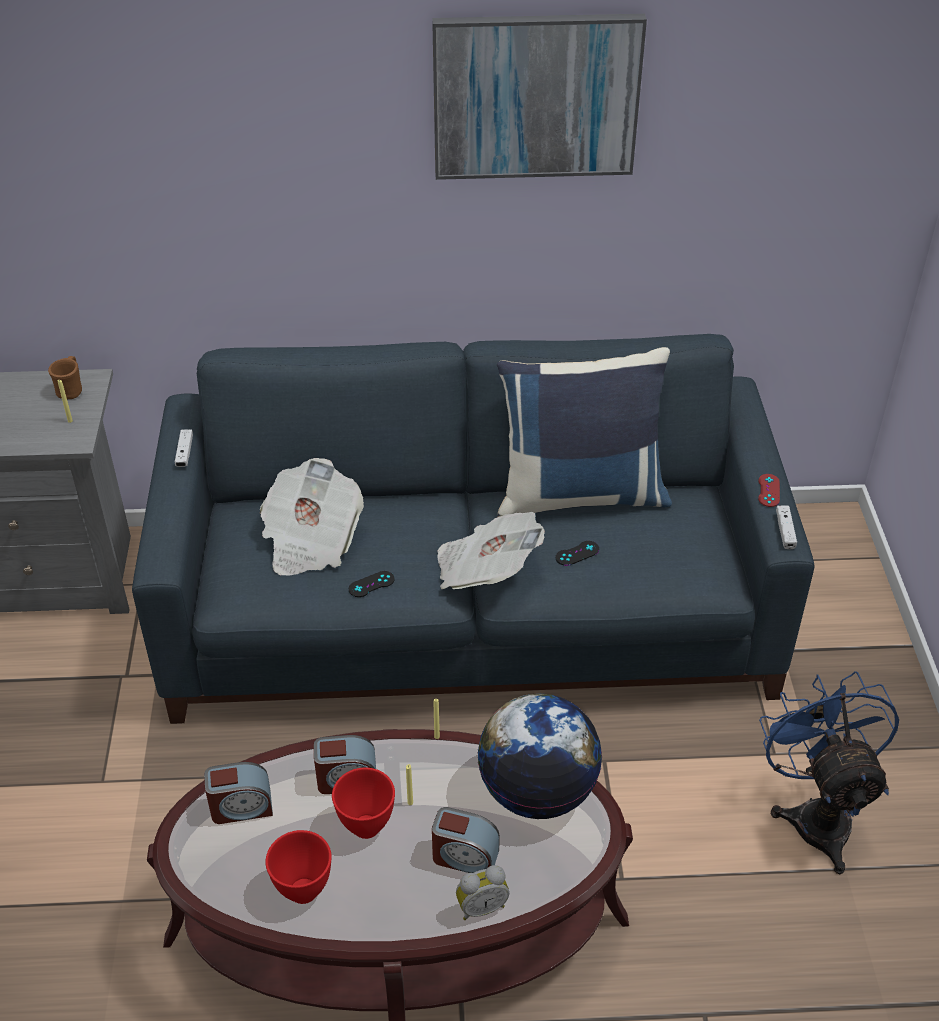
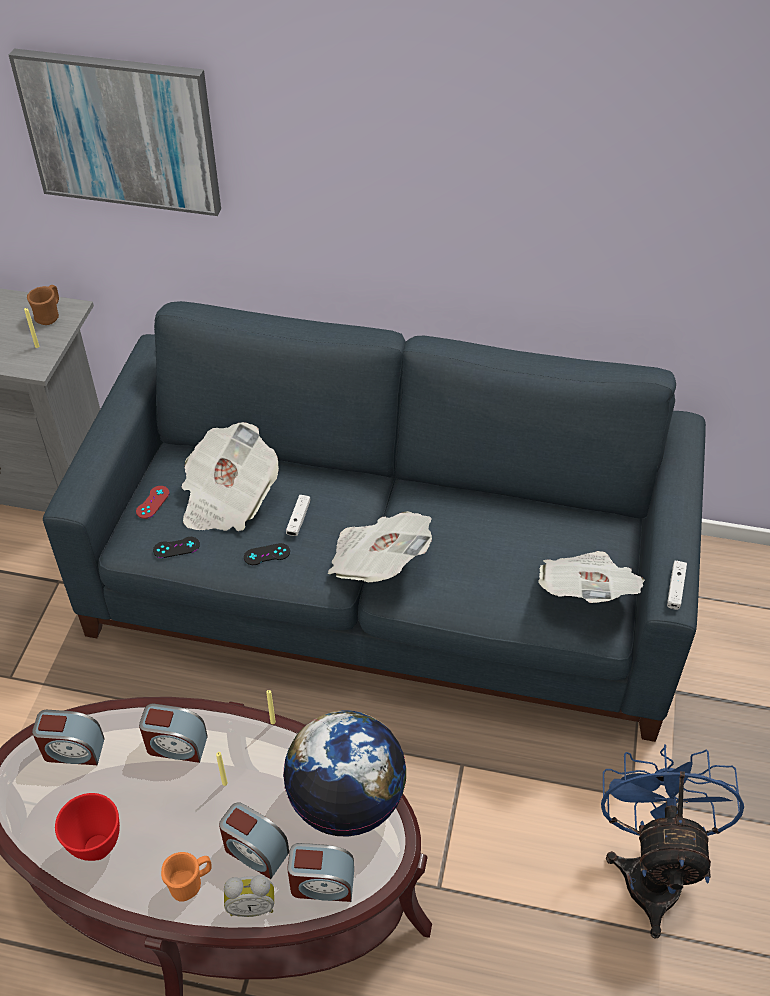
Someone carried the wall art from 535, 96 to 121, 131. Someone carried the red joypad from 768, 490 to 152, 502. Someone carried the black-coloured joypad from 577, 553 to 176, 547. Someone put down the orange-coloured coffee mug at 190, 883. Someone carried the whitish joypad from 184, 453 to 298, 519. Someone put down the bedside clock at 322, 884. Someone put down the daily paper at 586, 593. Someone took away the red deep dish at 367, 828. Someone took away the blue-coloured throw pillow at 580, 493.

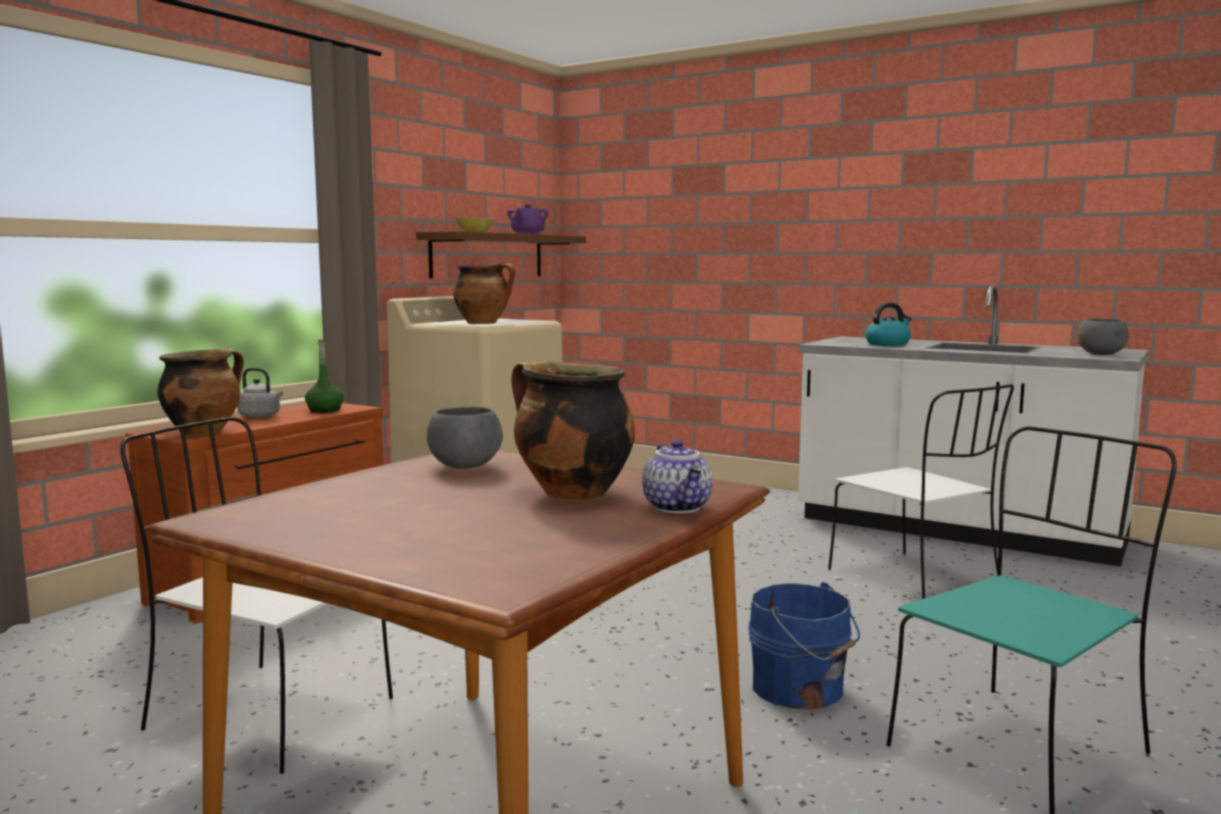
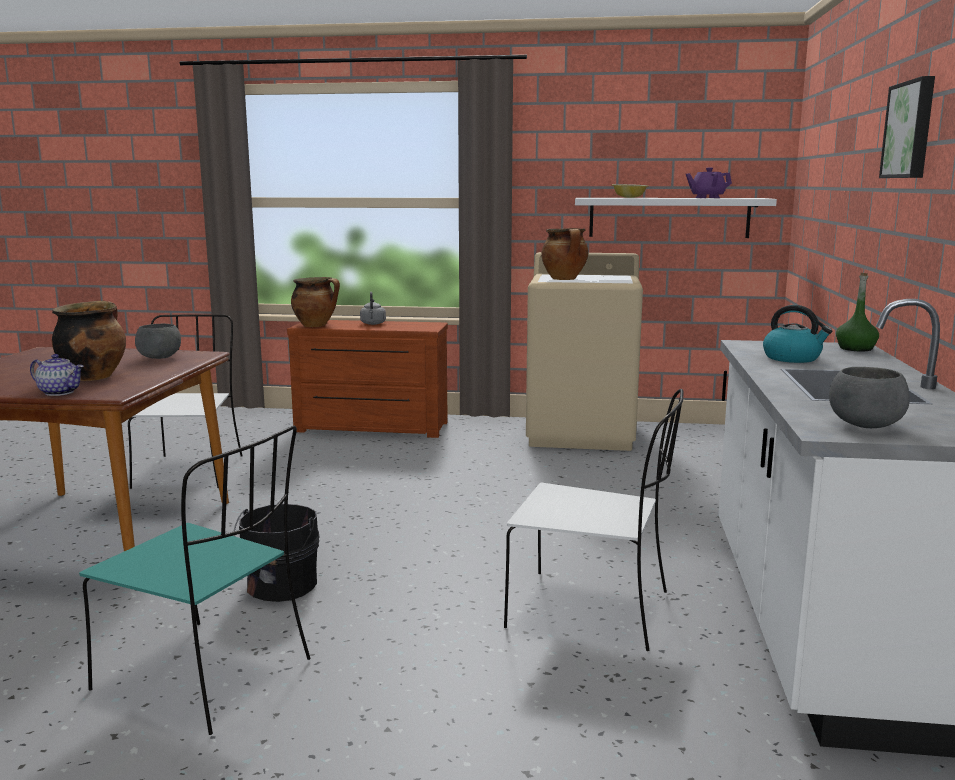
Someone rotated the tea pot at 679, 507 by 120 degrees counterclockwise. Someone repainted the blue-coloured bucket at 801, 690, which became the black-coloured bucket at 280, 586. Someone rotated the whitish upright chair at 916, 578 by 105 degrees counterclockwise. Someone repainted the brownish wall shelf at 488, 256, which became the whitish wall shelf at 669, 217. Someone carried the green-coloured drink bottle from 324, 410 to 855, 348. Someone put up the wall art at 911, 130.

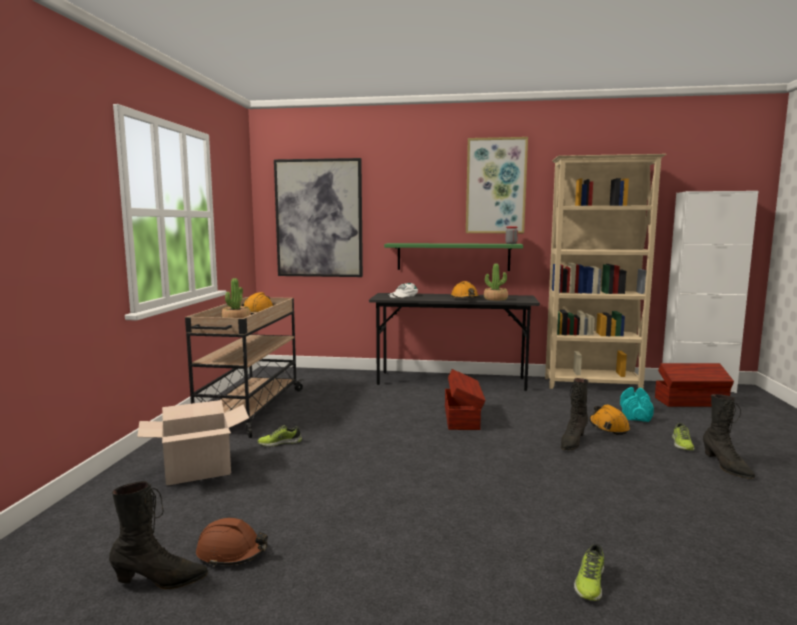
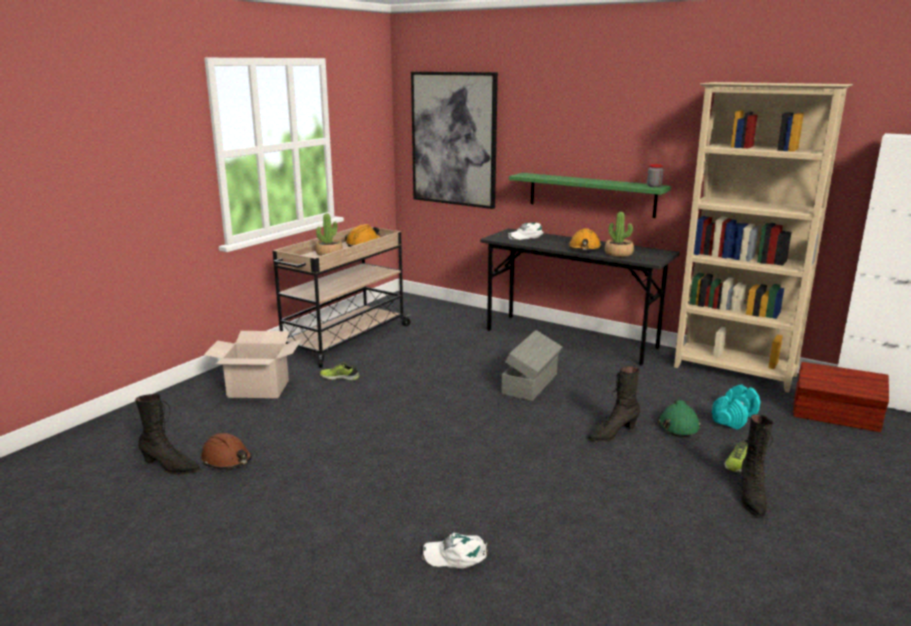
Someone swapped the item of footwear at 589, 582 for the whitish cap at 456, 555. Someone repainted the brownish storage container at 462, 417, which became the grey storage container at 531, 384. Someone repainted the orange-coloured work helmet at 608, 427, which became the green-coloured work helmet at 678, 426. Someone took away the wall art at 496, 186.

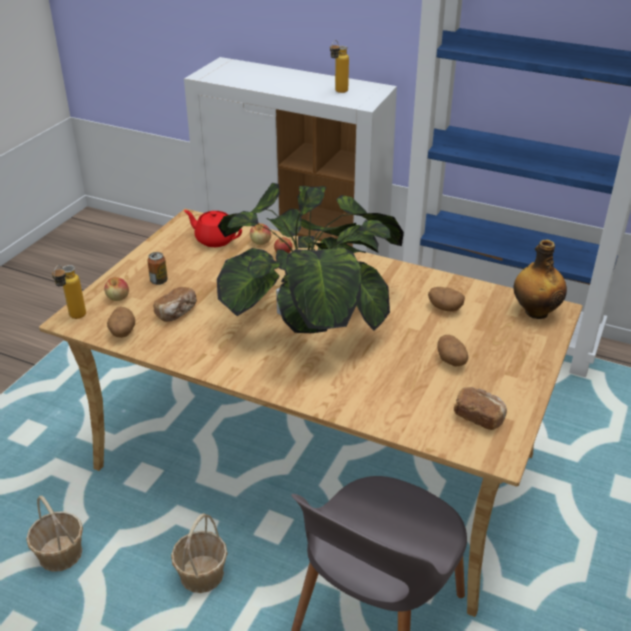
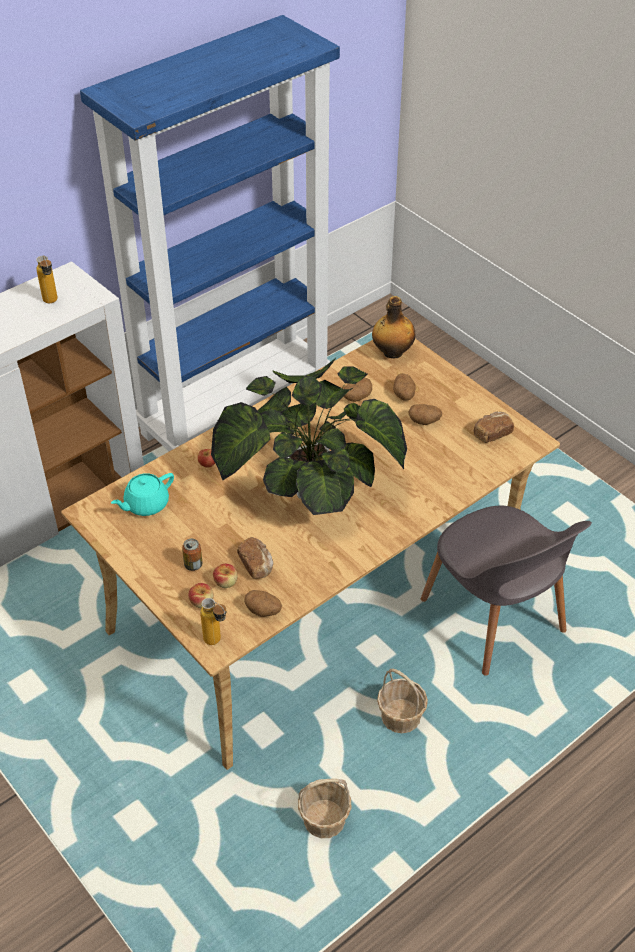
Someone repainted the red tea pot at 215, 240, which became the blue-green tea pot at 146, 504. Someone carried the apple fruit from 260, 242 to 226, 582. Someone put down the potato at 404, 395.

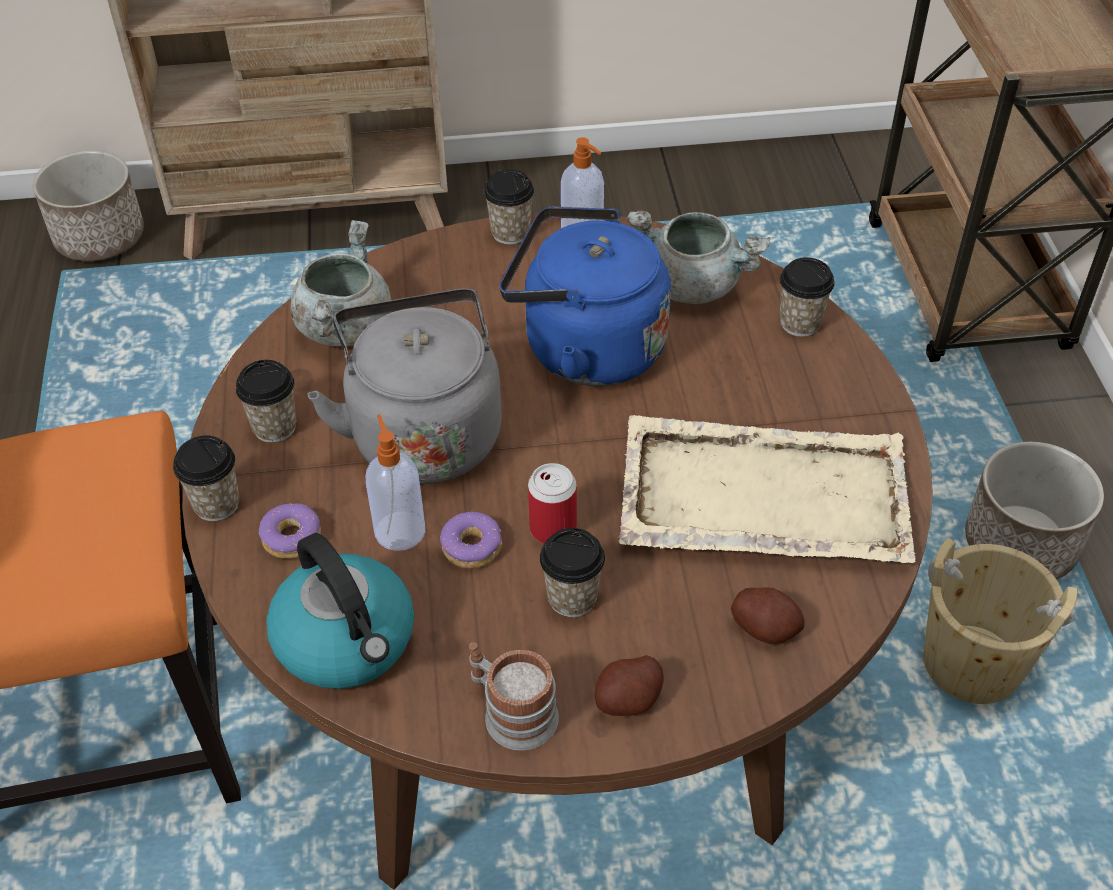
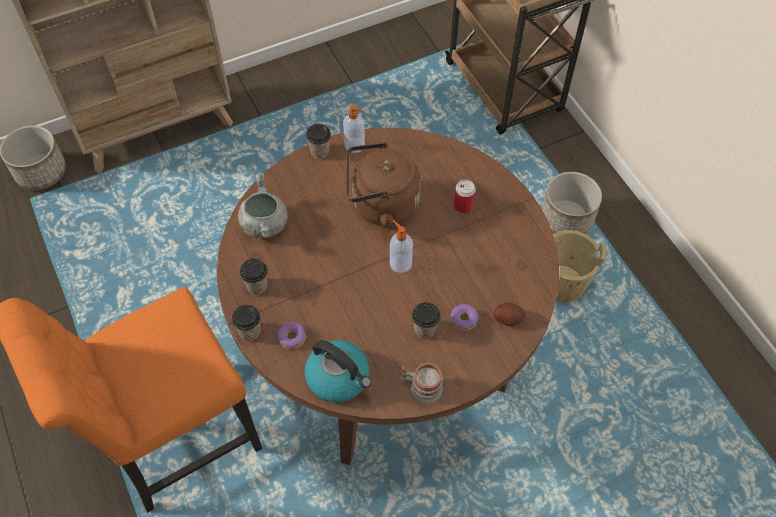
Someone repainted the blue-coloured tea kettle at 585, 348, which became the brownish tea kettle at 380, 205. Someone carried the soap bottle from 399, 530 to 400, 263. Someone carried the doughnut from 472, 547 to 464, 320. Someone carried the sealed can from 553, 528 to 463, 205. Someone took away the grey tea kettle at 423, 432. Someone took away the potato at 628, 699. Someone took away the beige-coloured carrying tray at 760, 496. Someone took away the grey stockpot at 694, 285. Someone took away the cup at 800, 323.

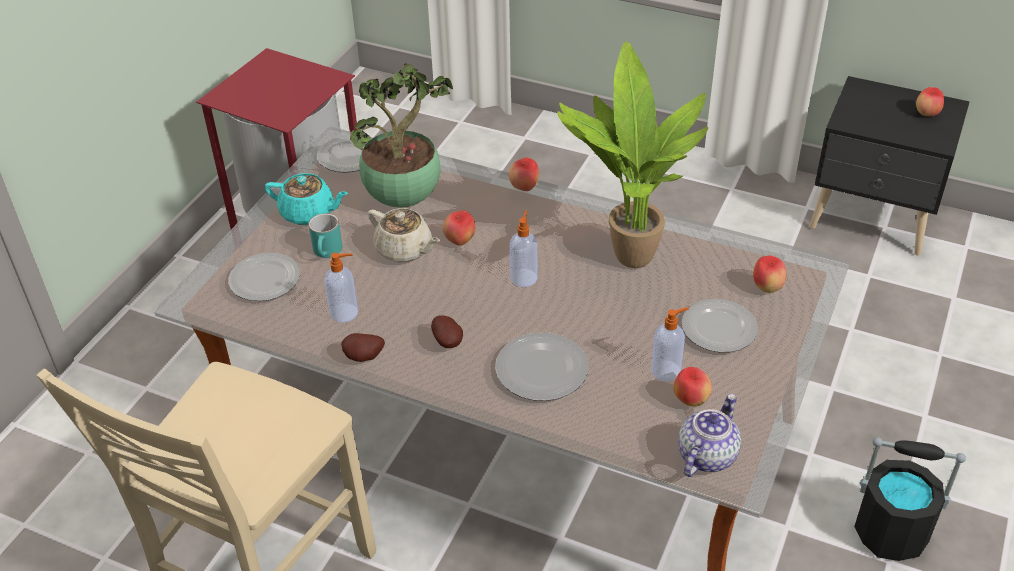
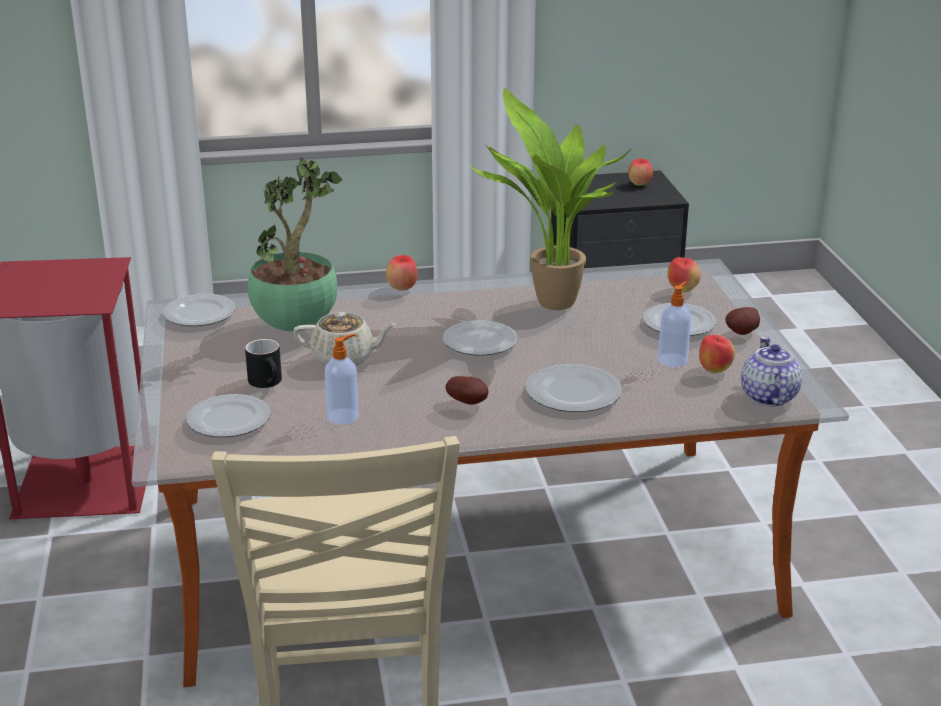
Someone repainted the blue-green coffee mug at 327, 252, which became the black-coloured coffee mug at 268, 382. Someone swapped the soap bottle at 524, 277 for the dinner plate at 479, 342. Someone carried the potato from 364, 358 to 743, 333. Someone took away the blue-green tea pot at 309, 213. Someone took away the apple fruit at 460, 241. Someone took away the black-coloured bucket at 891, 532.

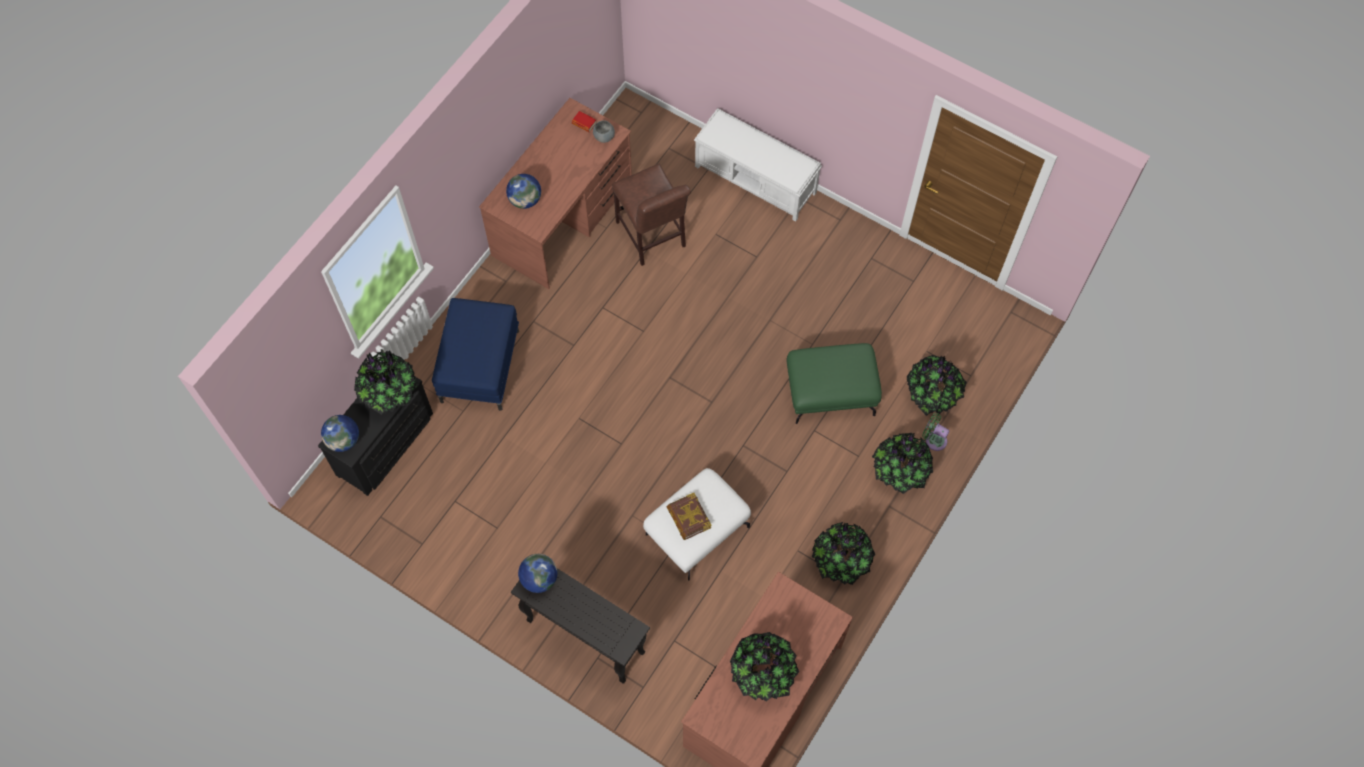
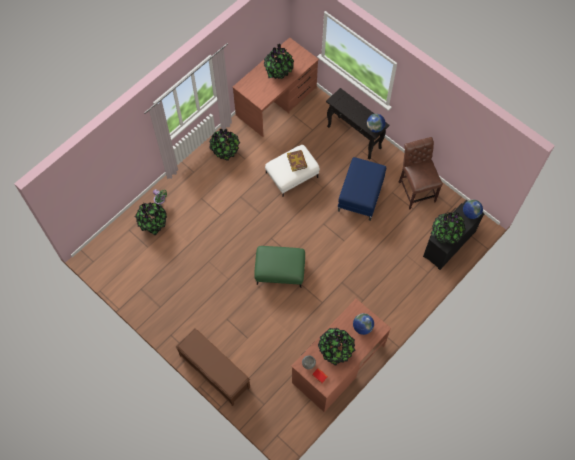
Someone repainted the whitish bench at 756, 180, which became the brownish bench at 214, 371. Someone carried the green-coloured footrest from 831, 390 to 279, 271. Someone carried the plant in a pot from 899, 472 to 335, 350. Someone carried the blue-coloured footrest from 479, 365 to 361, 195. Someone carried the brownish upright chair from 652, 237 to 416, 189.

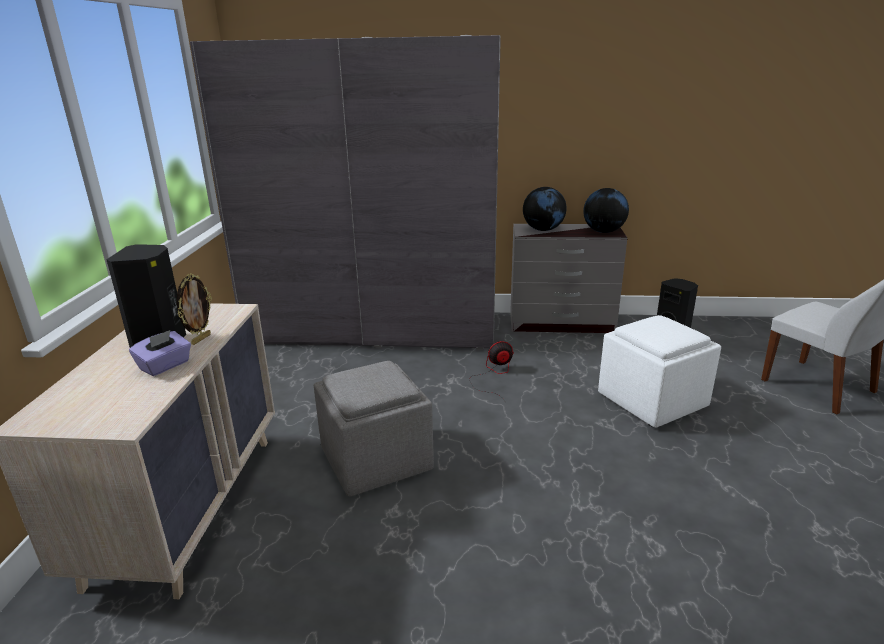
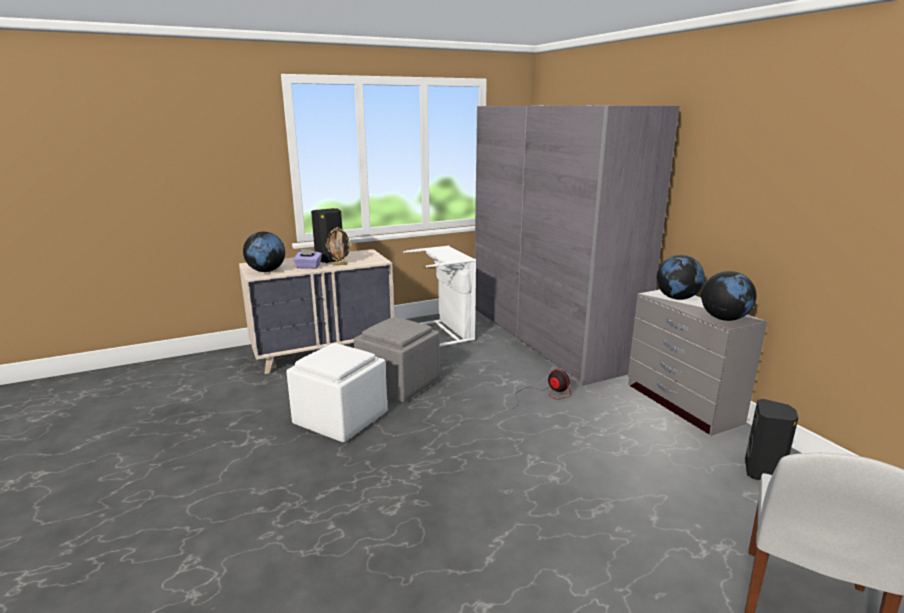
Someone put down the world globe at 266, 271. Someone carried the whitish footrest from 650, 401 to 340, 419. Someone put down the whitish hamper at 446, 332.

